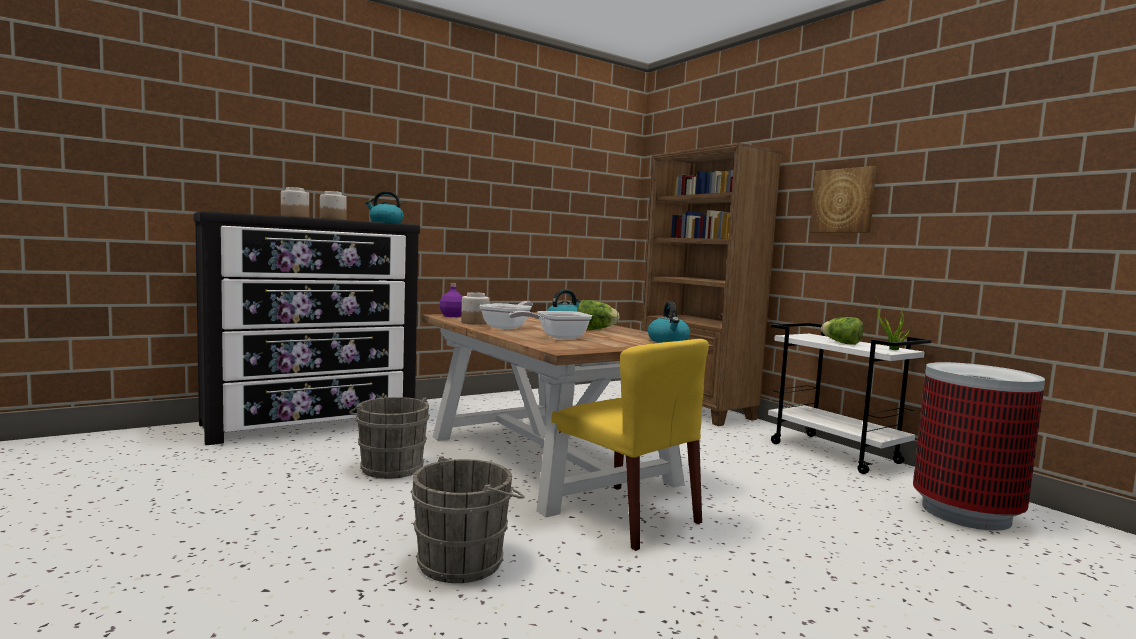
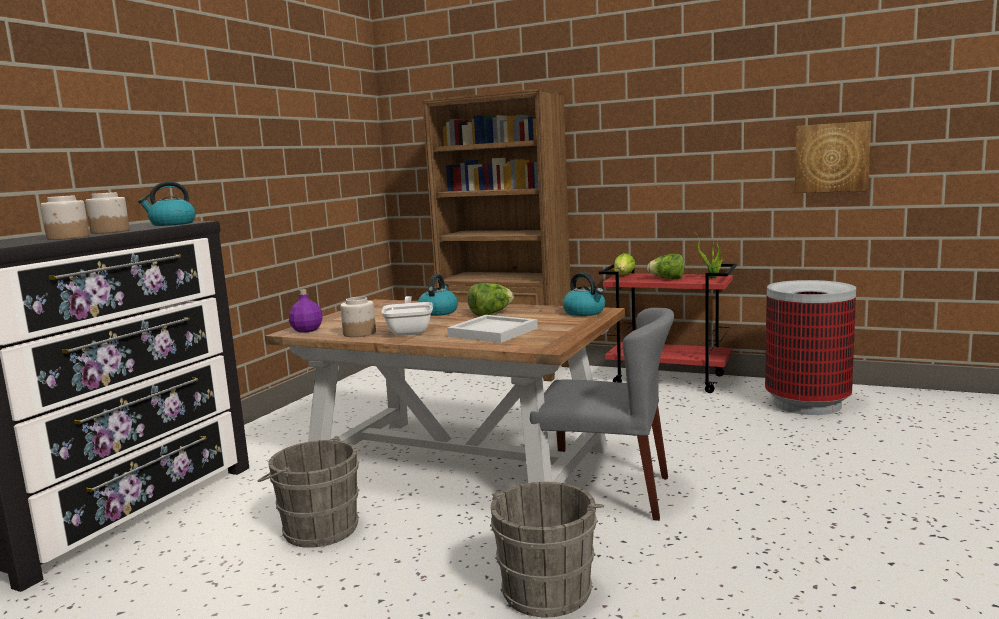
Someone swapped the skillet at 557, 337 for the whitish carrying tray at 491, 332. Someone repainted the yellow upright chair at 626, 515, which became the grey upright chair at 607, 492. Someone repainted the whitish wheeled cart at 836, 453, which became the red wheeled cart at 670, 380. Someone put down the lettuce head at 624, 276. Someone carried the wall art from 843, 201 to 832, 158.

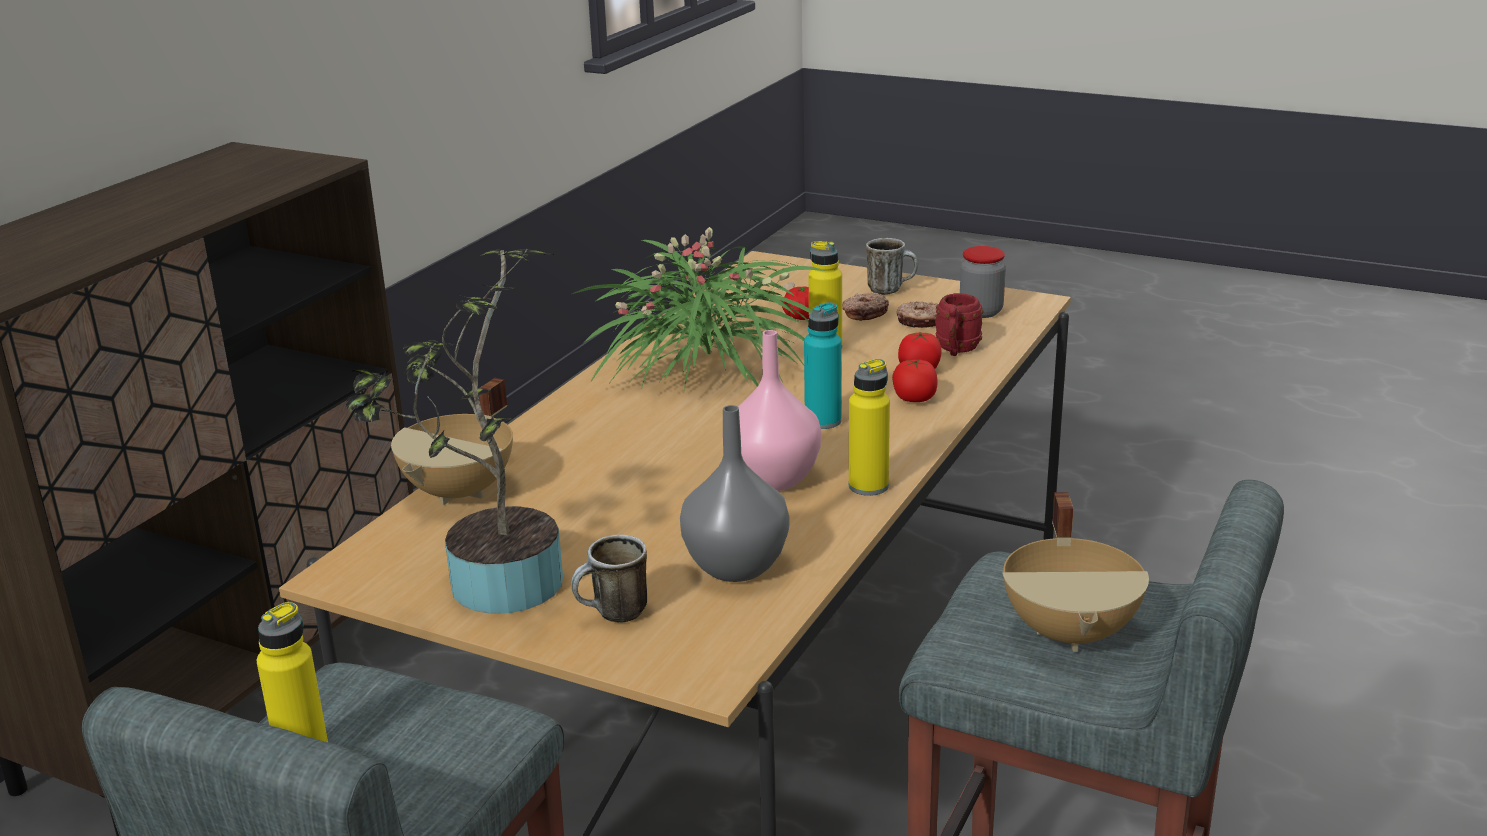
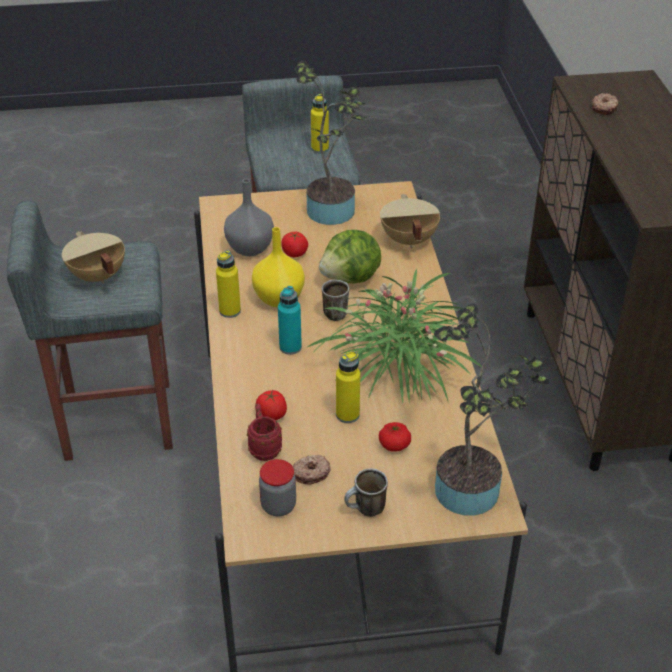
Someone repainted the pink flower vase at 772, 478, which became the yellow flower vase at 279, 299. Someone carried the tomato from 914, 399 to 294, 253. Someone put down the lettuce head at 351, 278. Someone carried the coffee mug from 613, 616 to 336, 312. Someone put down the plant in a pot at 473, 487. Someone carried the doughnut from 864, 313 to 604, 108.

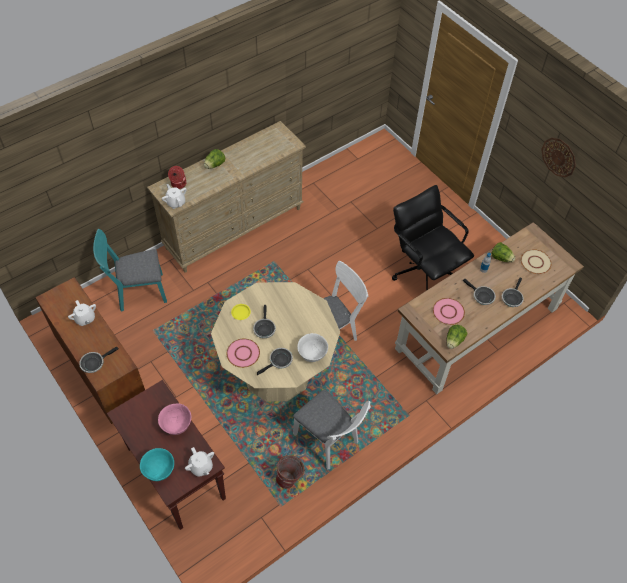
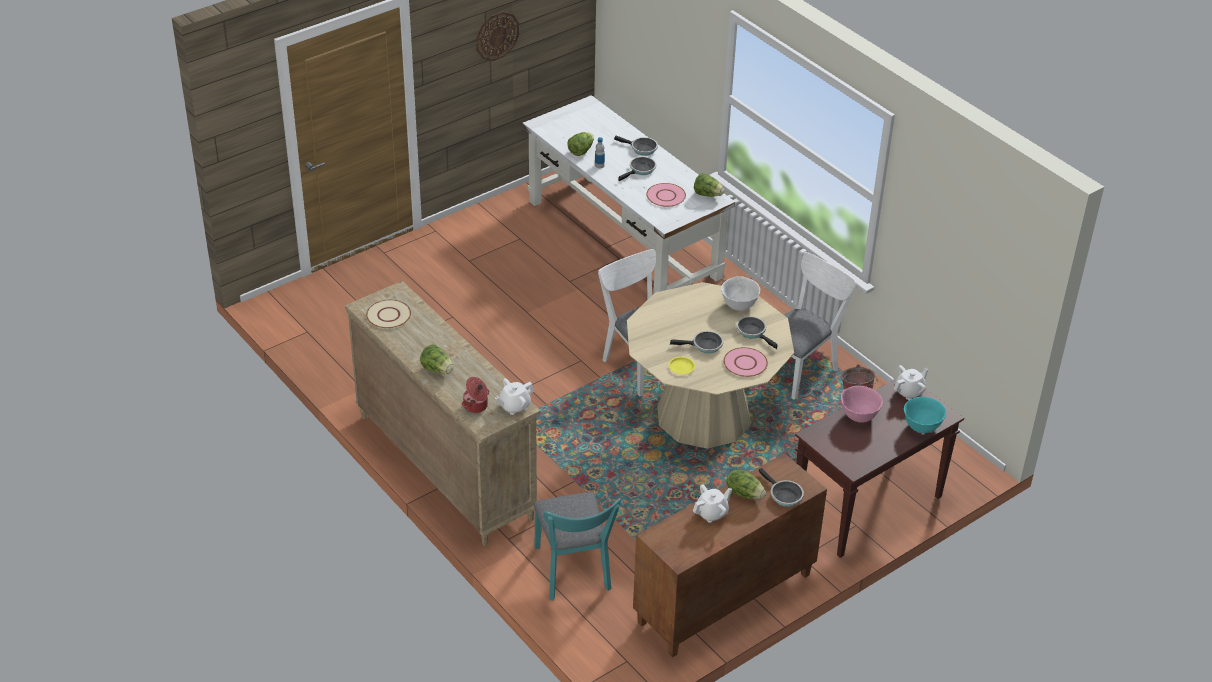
Someone carried the beige-coloured dinner plate from 535, 262 to 388, 315. Someone repainted the brownish desk table at 477, 329, which became the whitish desk table at 624, 239. Someone put down the lettuce head at 744, 493. Someone took away the black-coloured office chair at 423, 271.

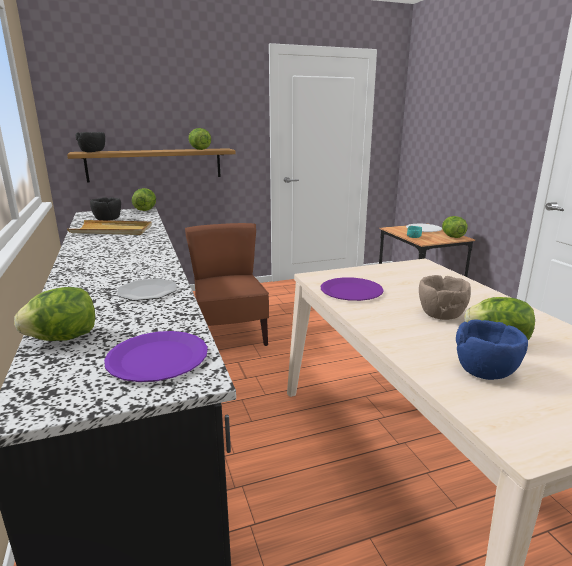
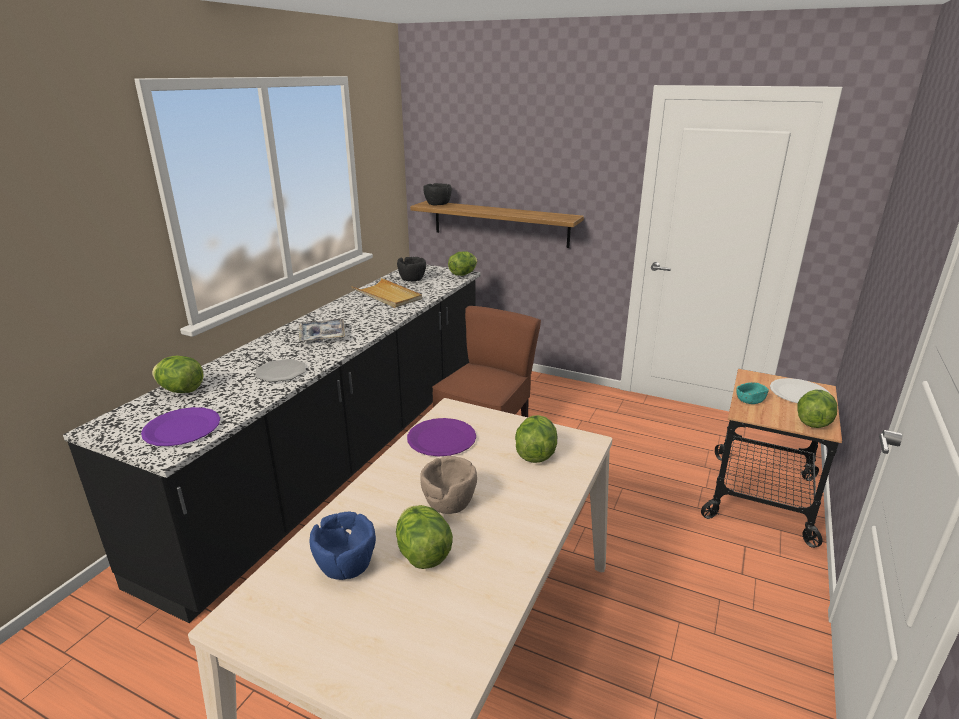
Someone put down the carrying tray at 322, 335. Someone carried the lettuce head from 199, 149 to 535, 454.

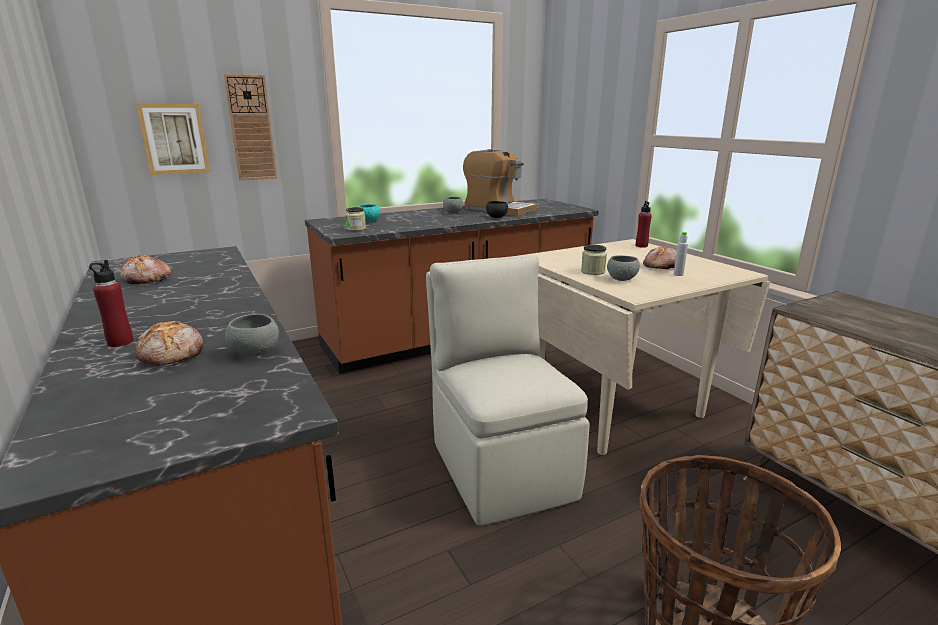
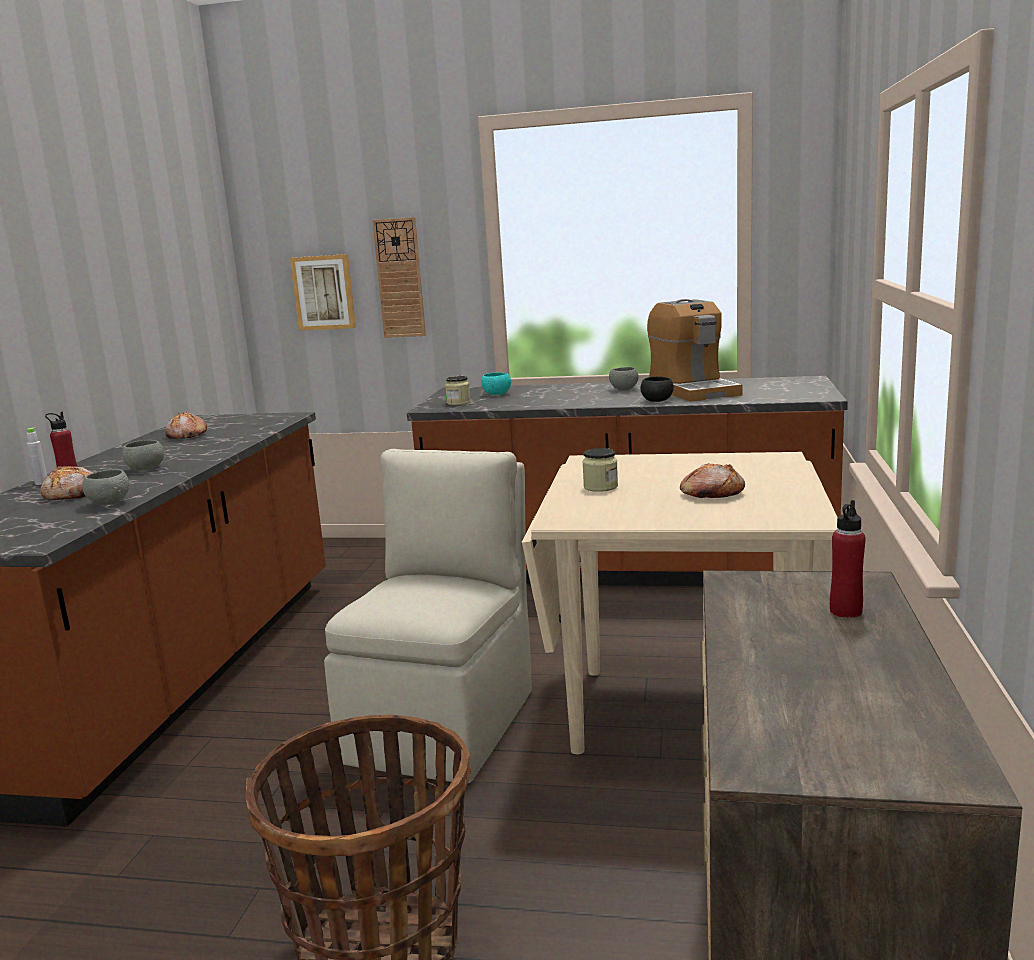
Someone carried the grey drink bottle from 678, 274 to 41, 483. Someone carried the grey deep dish from 621, 279 to 146, 469. Someone carried the red drink bottle from 641, 246 to 845, 611.

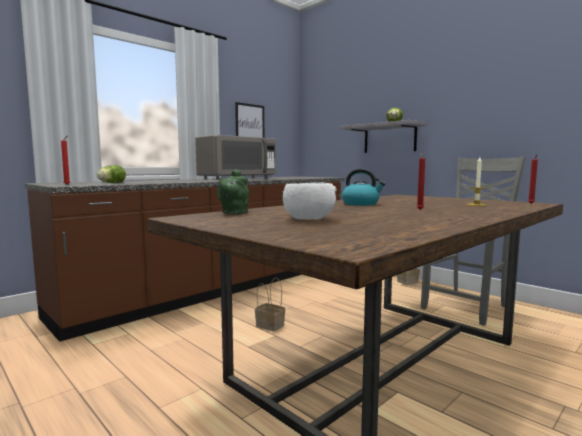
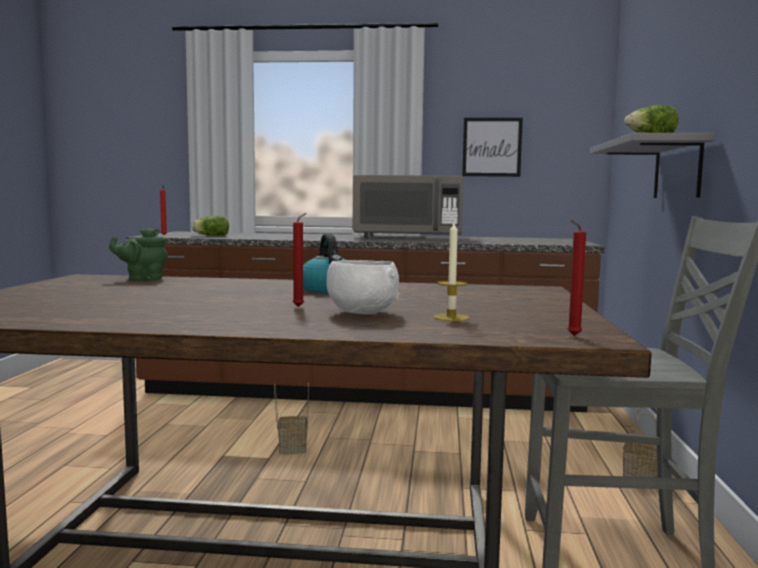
Someone carried the whitish deep dish from 307, 219 to 361, 313.

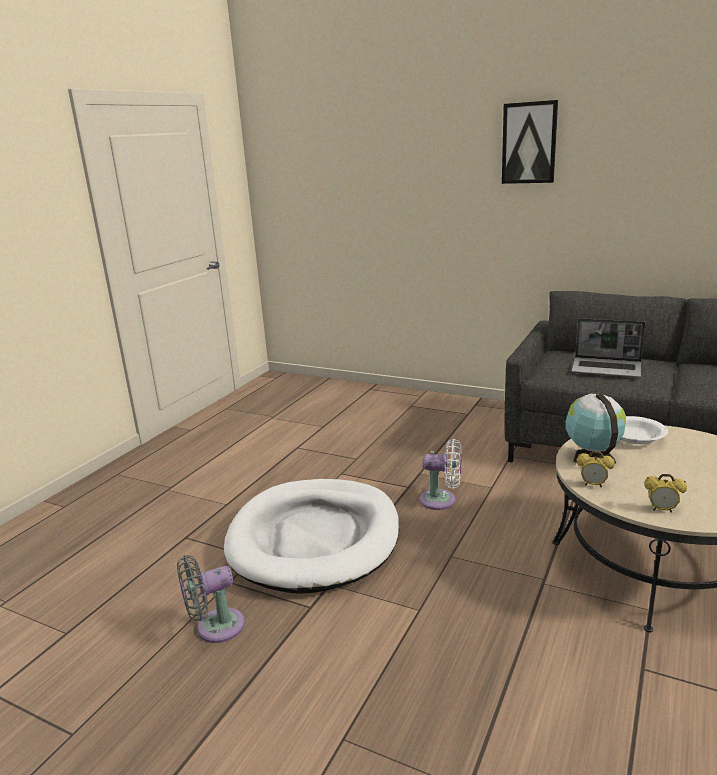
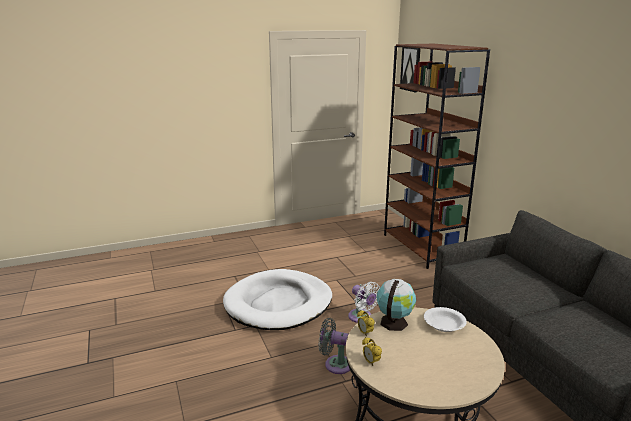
Someone carried the grey electric fan from 215, 627 to 335, 364. Someone put down the brownish bookcase at 422, 247. Someone carried the wall art from 529, 143 to 410, 68. Someone took away the portable computer at 607, 369.

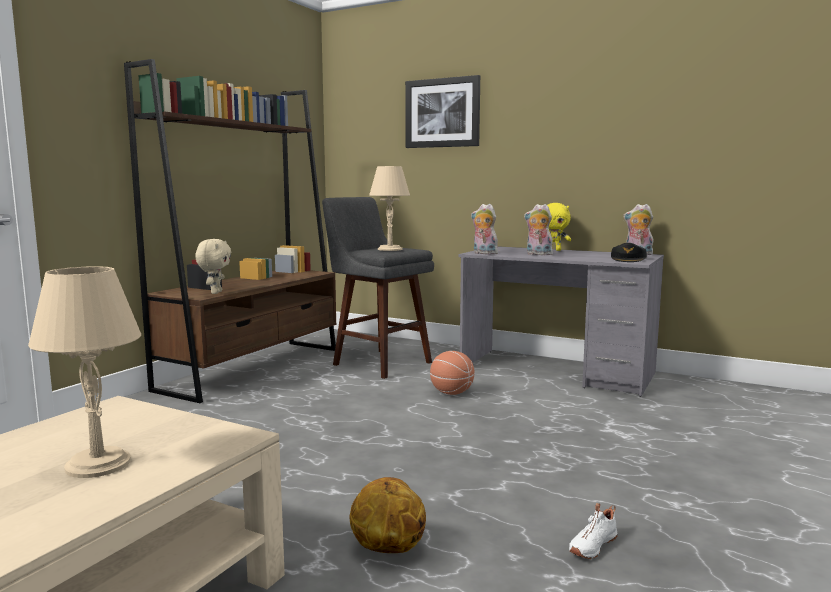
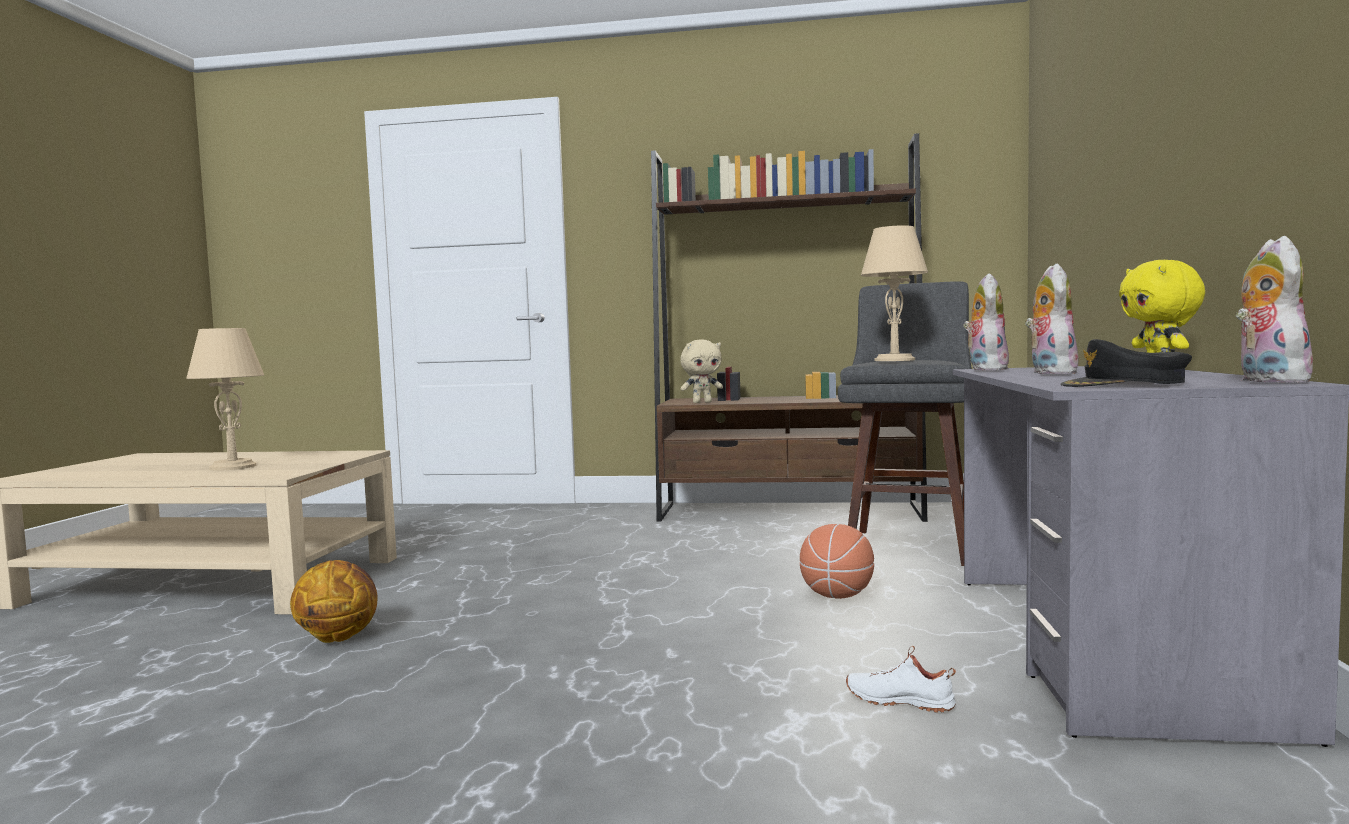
Someone carried the whitish item of footwear from 591, 545 to 900, 700. Someone took away the wall art at 442, 113.

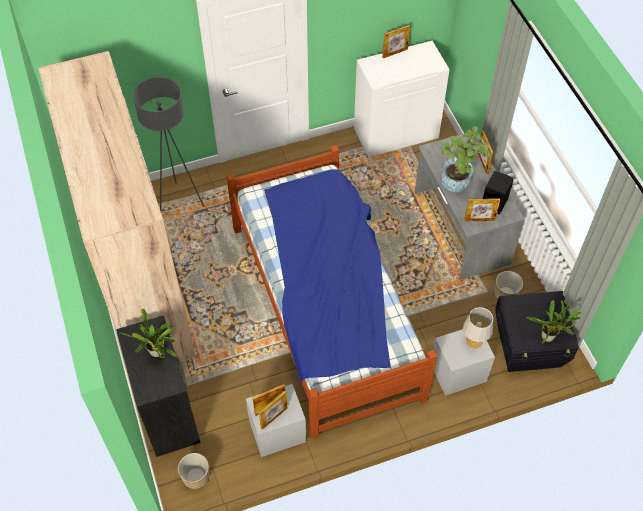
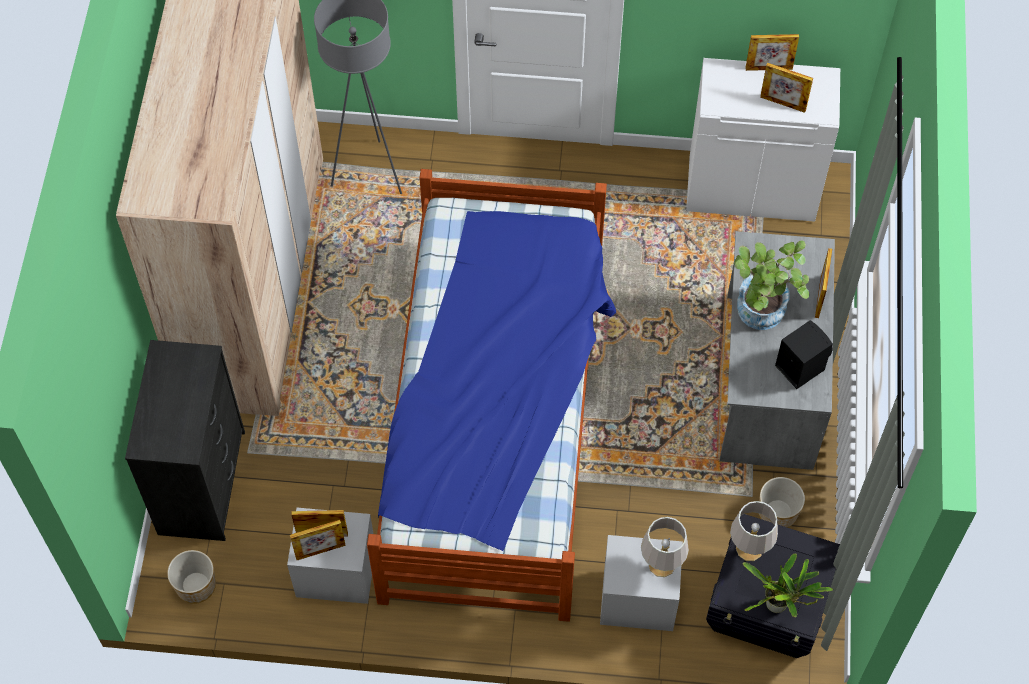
Someone put down the grey tabletop lamp at 750, 549. Someone carried the photo frame from 479, 220 to 783, 103. Someone took away the plant in a pot at 157, 353.

